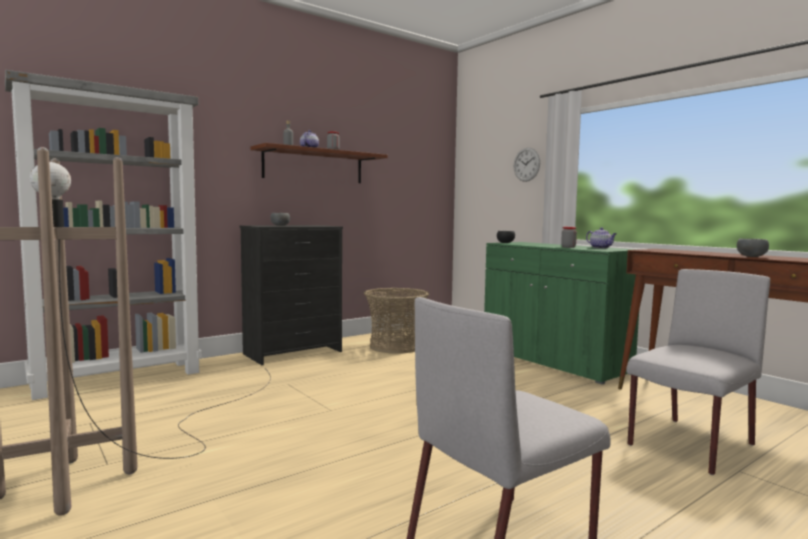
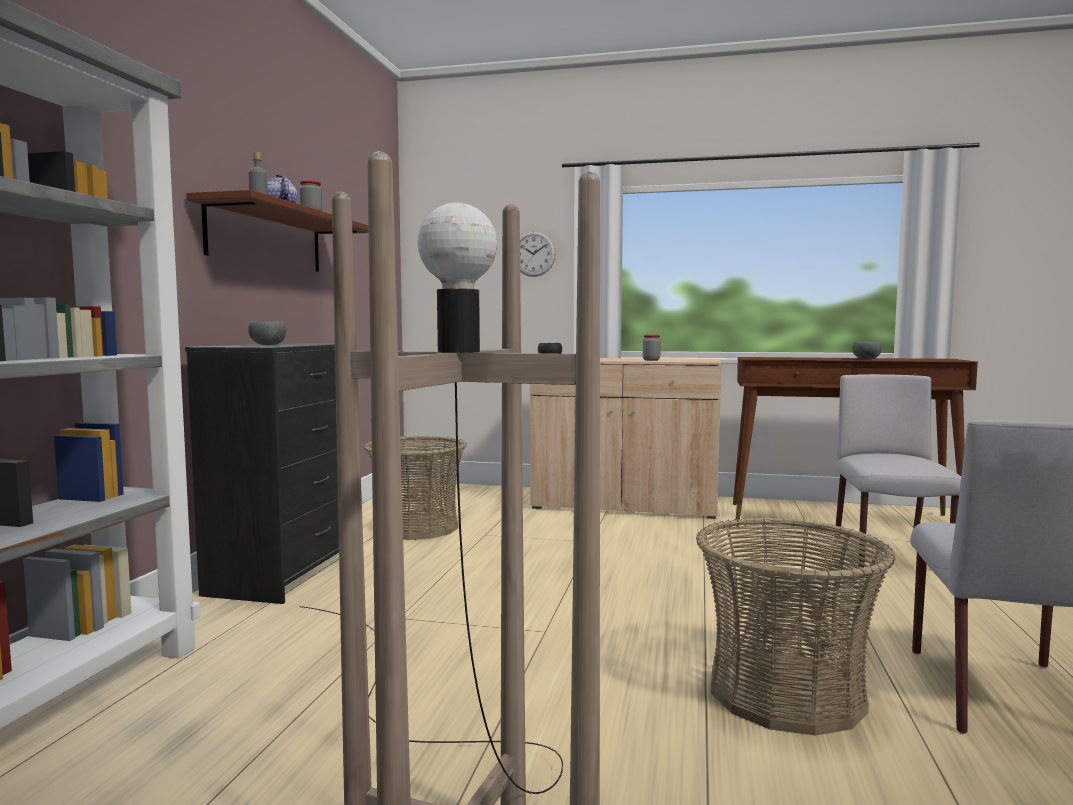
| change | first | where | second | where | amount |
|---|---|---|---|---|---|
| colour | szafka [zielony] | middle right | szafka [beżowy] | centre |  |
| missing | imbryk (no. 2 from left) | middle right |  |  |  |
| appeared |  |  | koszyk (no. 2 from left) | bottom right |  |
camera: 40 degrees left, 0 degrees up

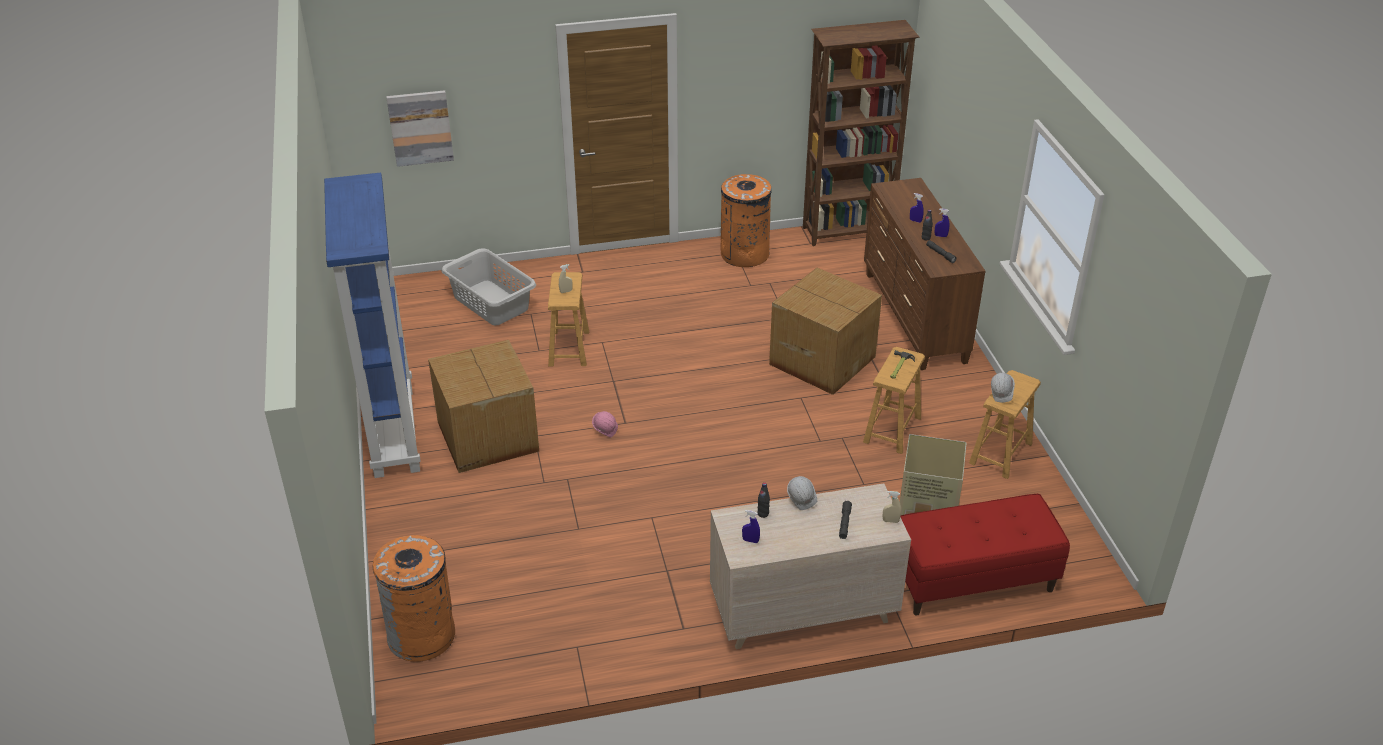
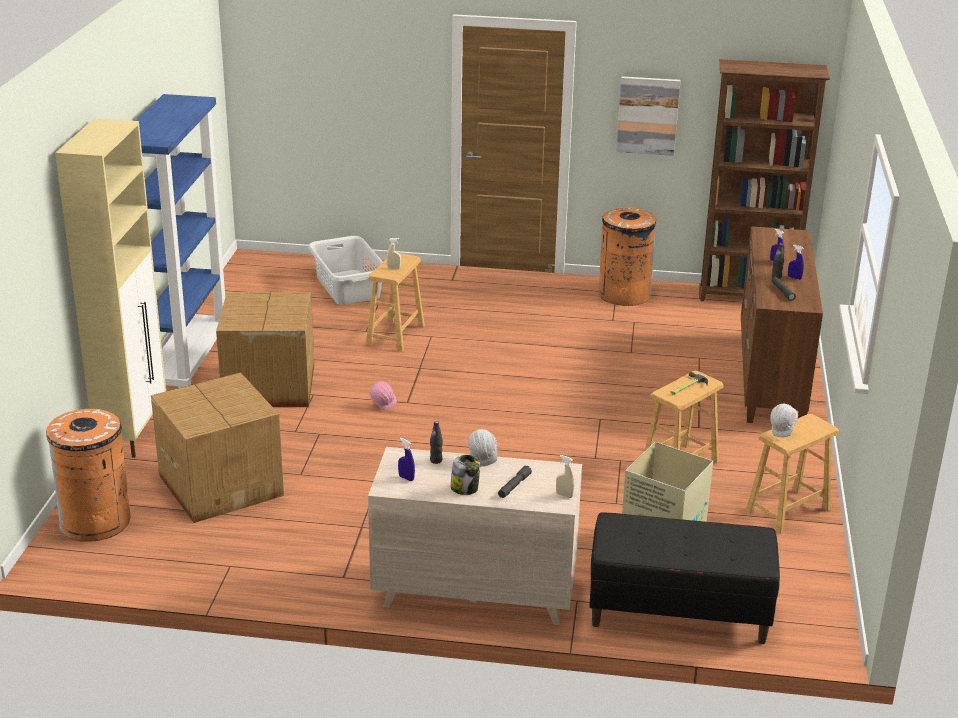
| change | first | where | second | where | amount |
|---|---|---|---|---|---|
| relocated | obraz | top left |  | top right |  |
| relocated | karton (no. 2 from left in the first image) | centre | karton (no. 1 from left) | middle left |  |
| colour | ławka [czerwony] | bottom right | ławka [czarny] | bottom right |  |
| appeared |  |  | szafka [beżowy] | middle left |  |
| appeared |  |  | słoik | centre |  |
camera: 20 degrees right, 10 degrees down

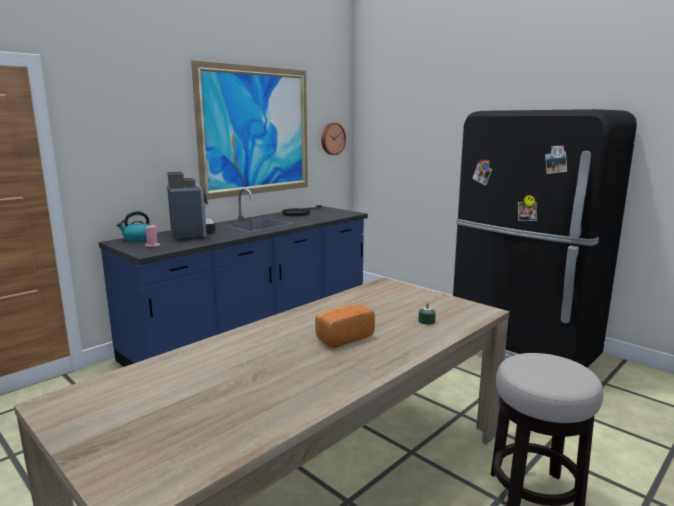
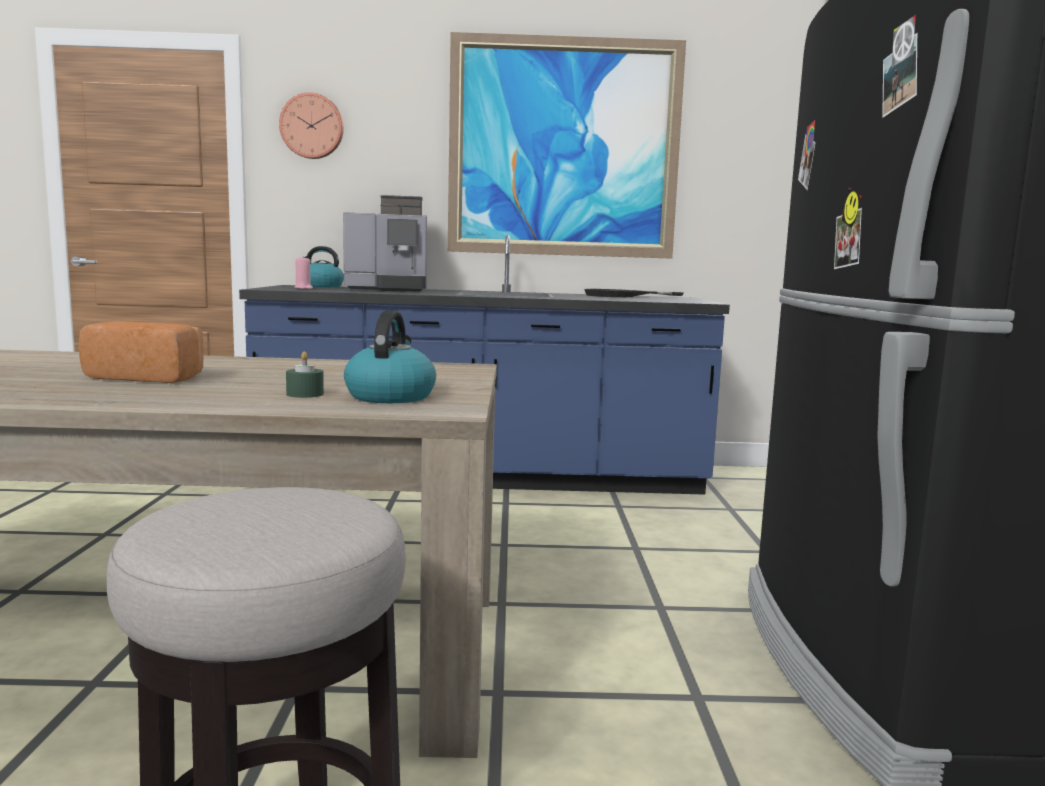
| change | first | where | second | where | amount |
|---|---|---|---|---|---|
| spun | ekspres do kawy | middle left |  | top centre | 60 degrees clockwise |
| relocated | zegar ścienny | top centre |  | top left |  |
| appeared |  |  | czajnik (no. 2 from left) | centre |  |
camera: 45 degrees right, 5 degrees down

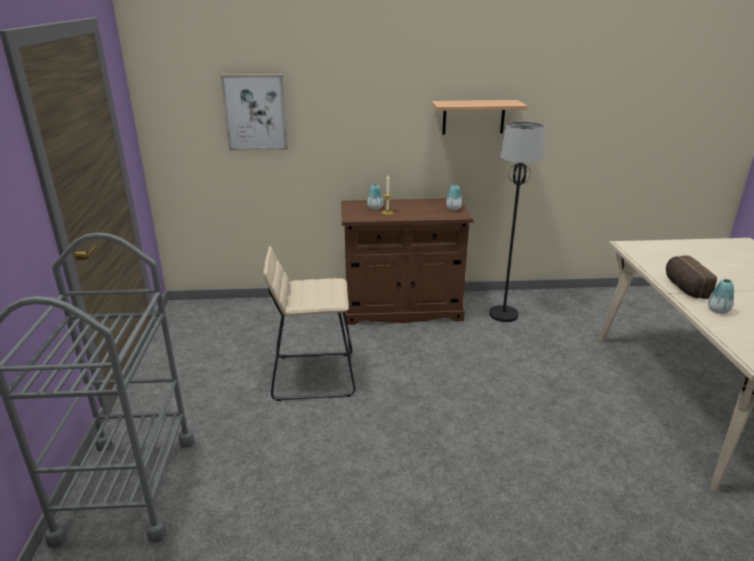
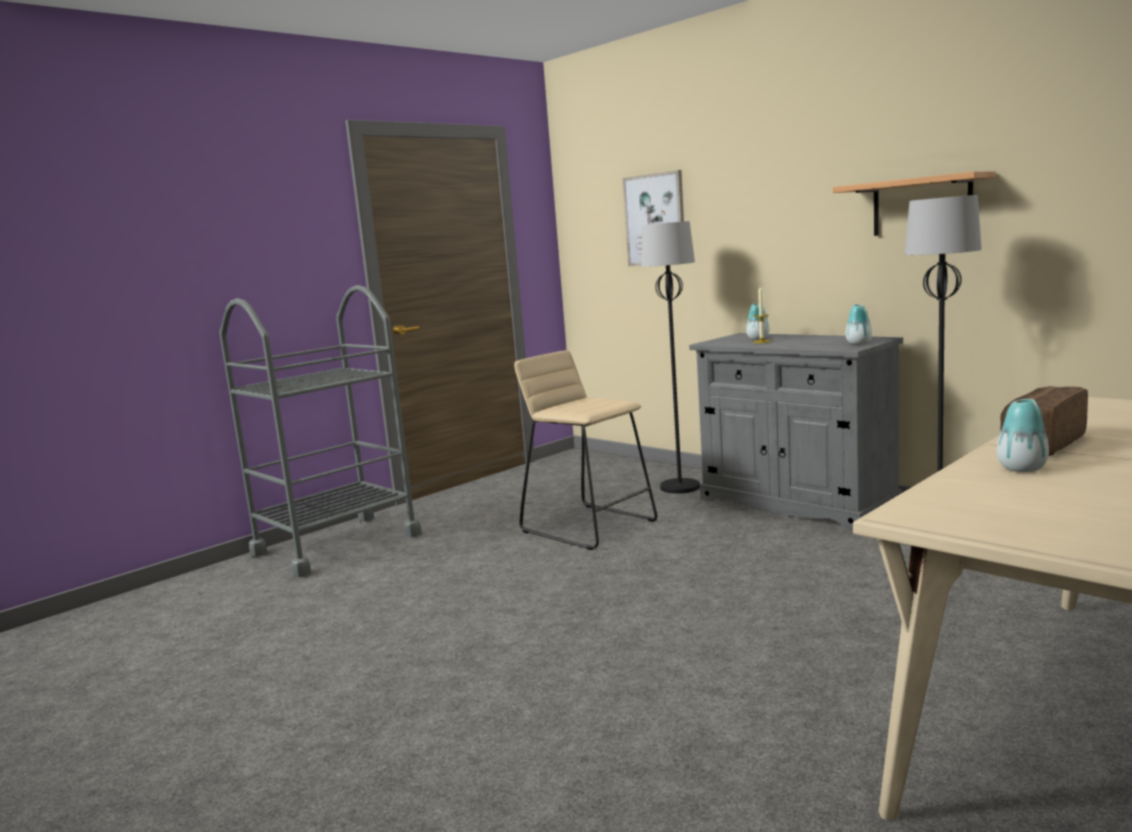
| change | first | where | second | where | amount |
|---|---|---|---|---|---|
| colour | szafka [brązowy] | centre | szafka [szary] | middle right |  |
| appeared |  |  | lampa stojąca [czarny] (no. 1 from left) | centre |  |
camera: 50 degrees right, 15 degrees down

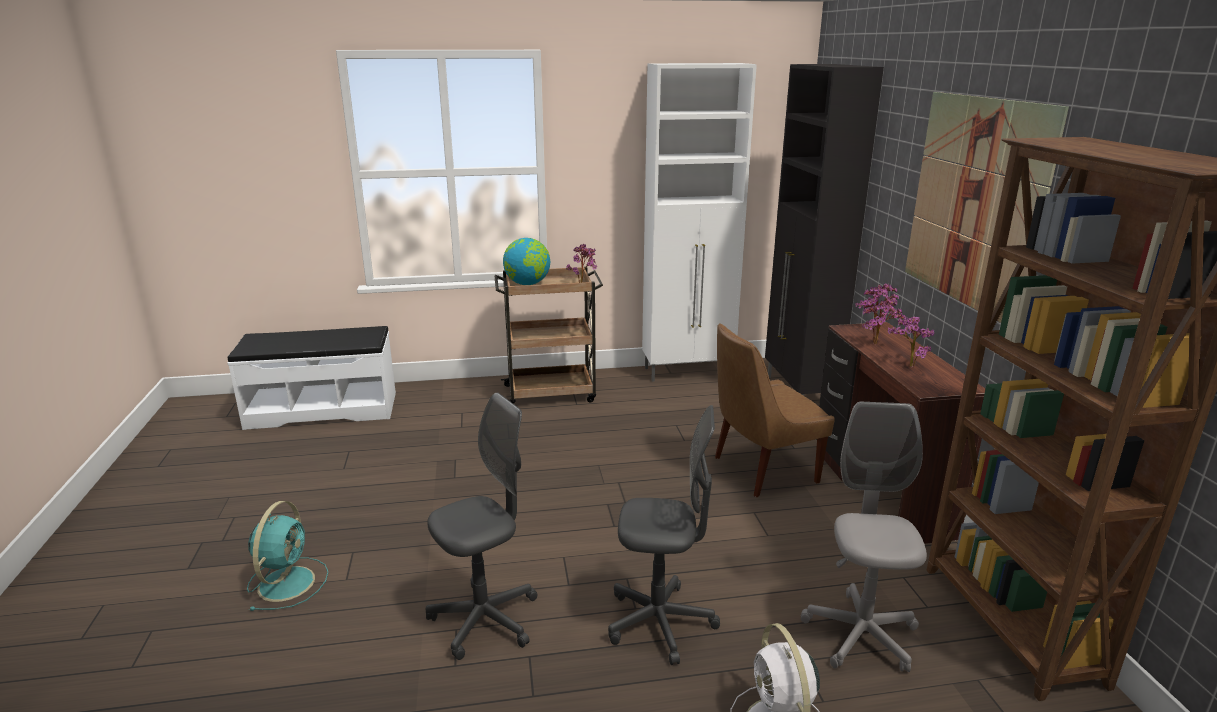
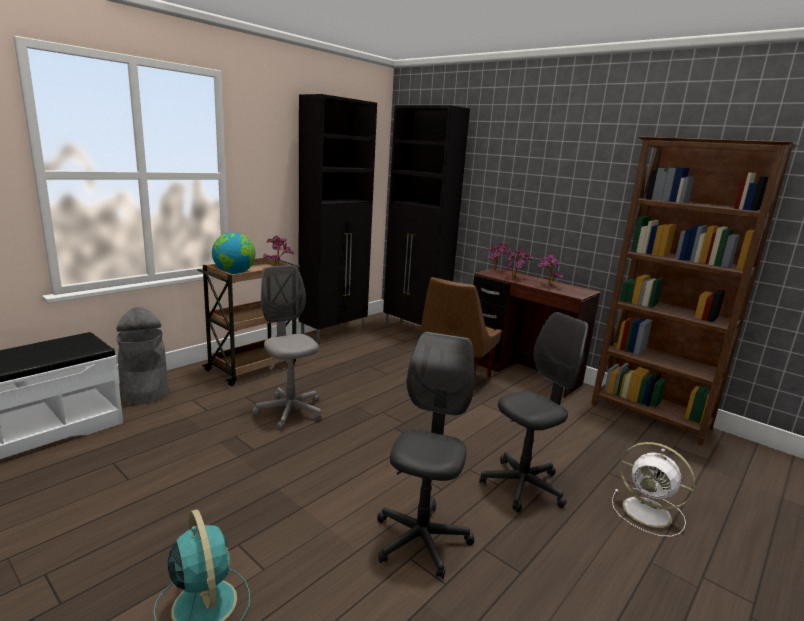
| change | first | where | second | where | amount |
|---|---|---|---|---|---|
| colour | szafka [biały] | top centre | szafka [czarny] (no. 1 from left) | centre |  |
| relocated | krzesło biurowe [szary] (no. 3 from left in the first image) | bottom right | krzesło biurowe [szary] (no. 1 from left) | centre |  |
| missing | obraz | top right |  |  |  |
| appeared |  |  | kosz na śmieci [szary] | middle left |  |
camera: 40 degrees left, 5 degrees down

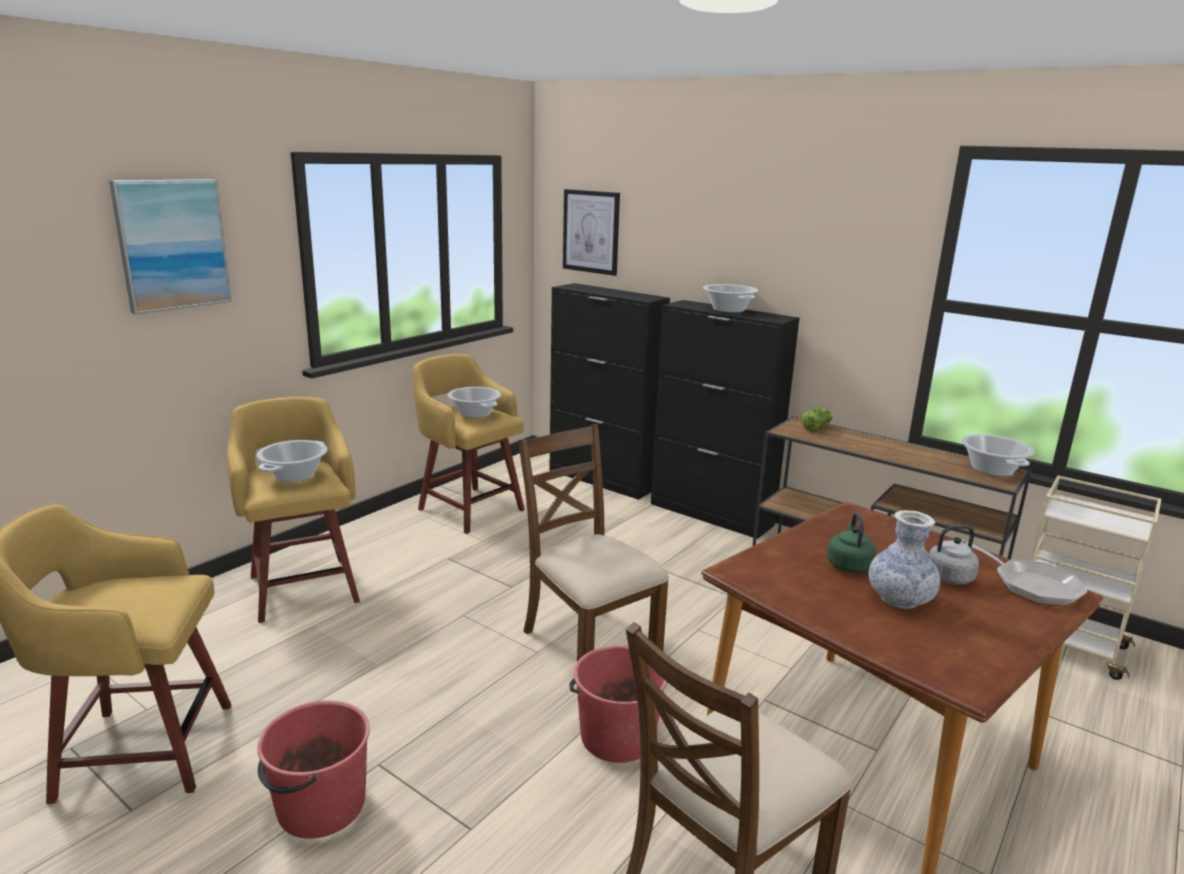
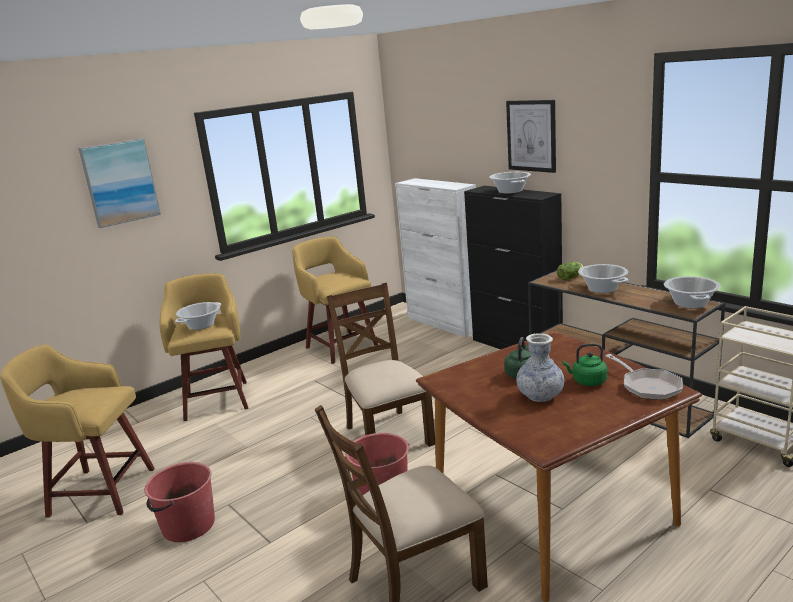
| change | first | where | second | where | amount |
|---|---|---|---|---|---|
| relocated | garnek (no. 2 from left in the first image) | centre | garnek (no. 3 from left) | middle right |  |
| colour | szafka [czarny] (no. 1 from left) | centre | szafka [biały] | centre |  |
| relocated | obraz (no. 2 from left) | top centre |  | top right |  |
| colour | czajnik [szary] | middle right | czajnik [zielony] (no. 2 from left) | middle right |  |
camera: 15 degrees right, 0 degrees up

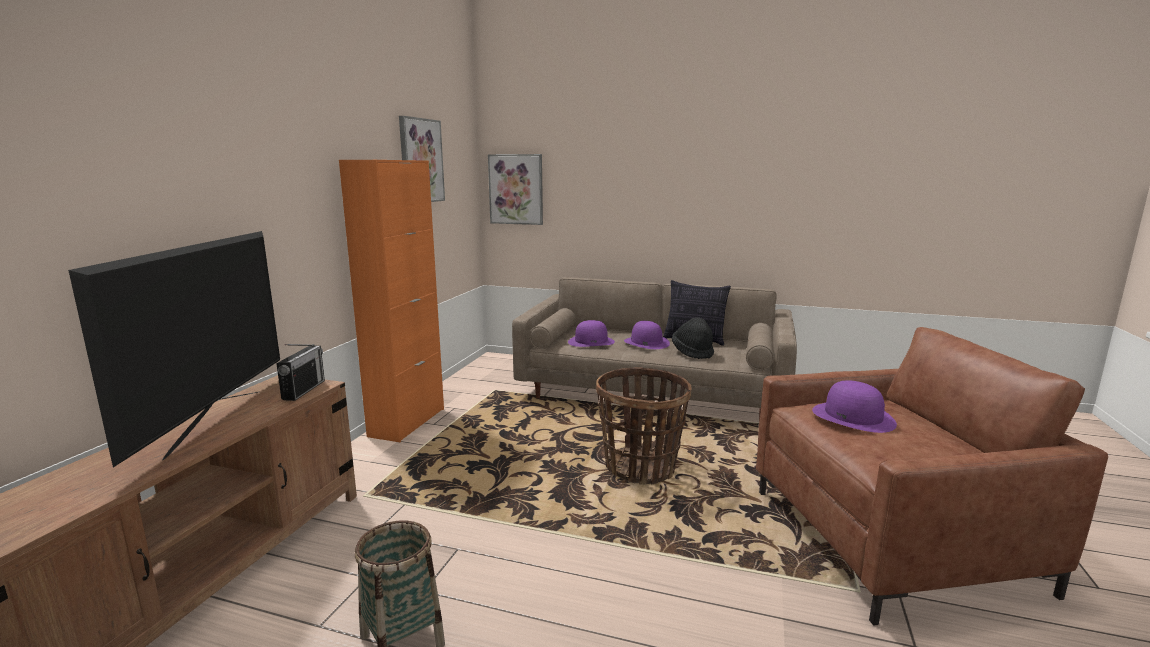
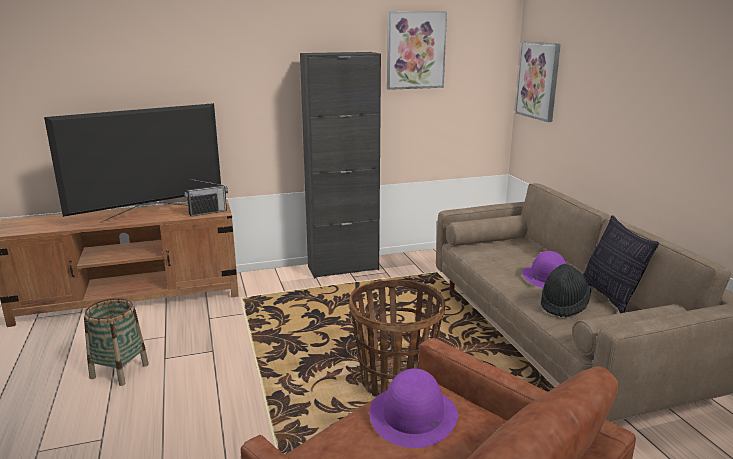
| change | first | where | second | where | amount |
|---|---|---|---|---|---|
| colour | szafka [pomarańczowy] | centre | szafka [czarny] | centre |  |
| missing | kapelusz [fioletowy] (no. 1 from left) | centre |  |  |  |
camera: 55 degrees right, 5 degrees up

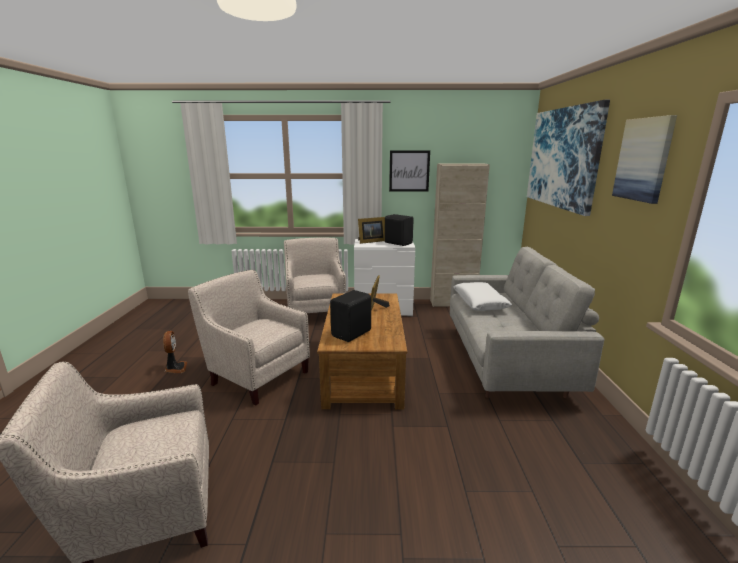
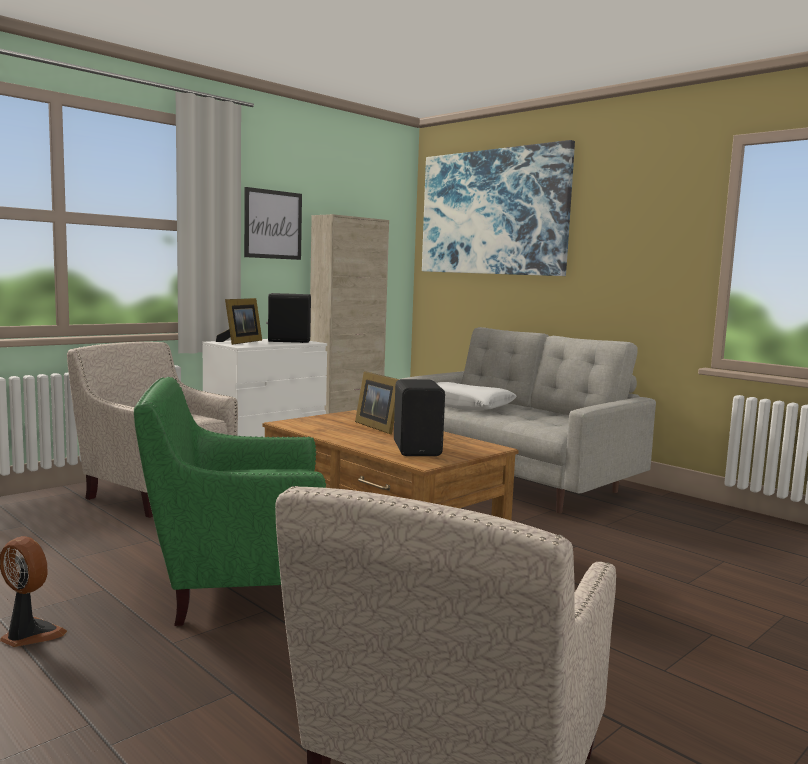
| change | first | where | second | where | amount |
|---|---|---|---|---|---|
| colour | fotel [beżowy] (no. 2 from left) | centre | fotel [zielony] | middle left |  |
| missing | obraz (no. 3 from left) | top right |  |  |  |
camera: 45 degrees left, 10 degrees down

